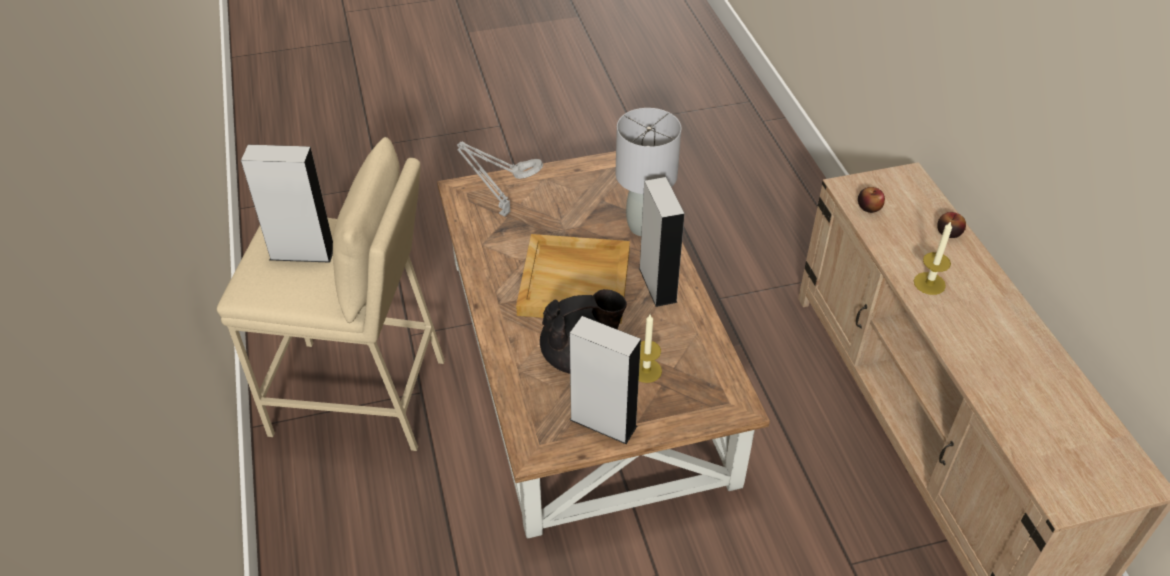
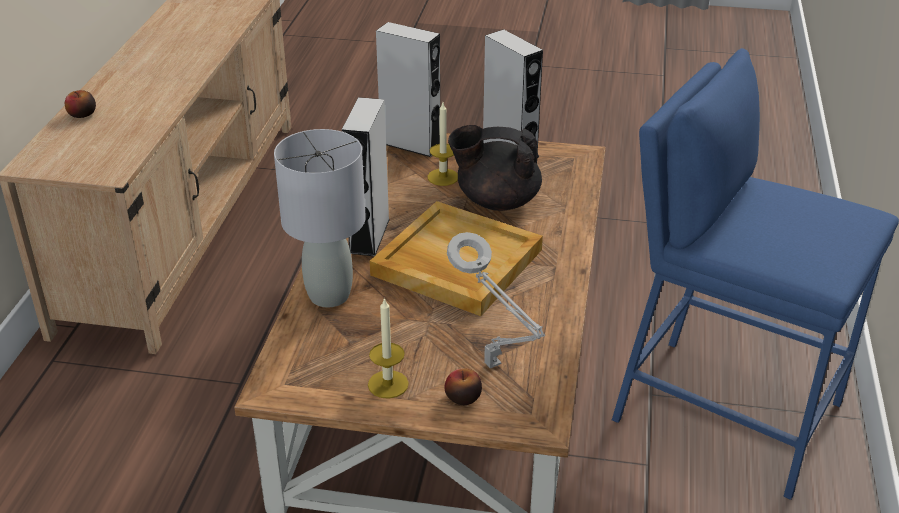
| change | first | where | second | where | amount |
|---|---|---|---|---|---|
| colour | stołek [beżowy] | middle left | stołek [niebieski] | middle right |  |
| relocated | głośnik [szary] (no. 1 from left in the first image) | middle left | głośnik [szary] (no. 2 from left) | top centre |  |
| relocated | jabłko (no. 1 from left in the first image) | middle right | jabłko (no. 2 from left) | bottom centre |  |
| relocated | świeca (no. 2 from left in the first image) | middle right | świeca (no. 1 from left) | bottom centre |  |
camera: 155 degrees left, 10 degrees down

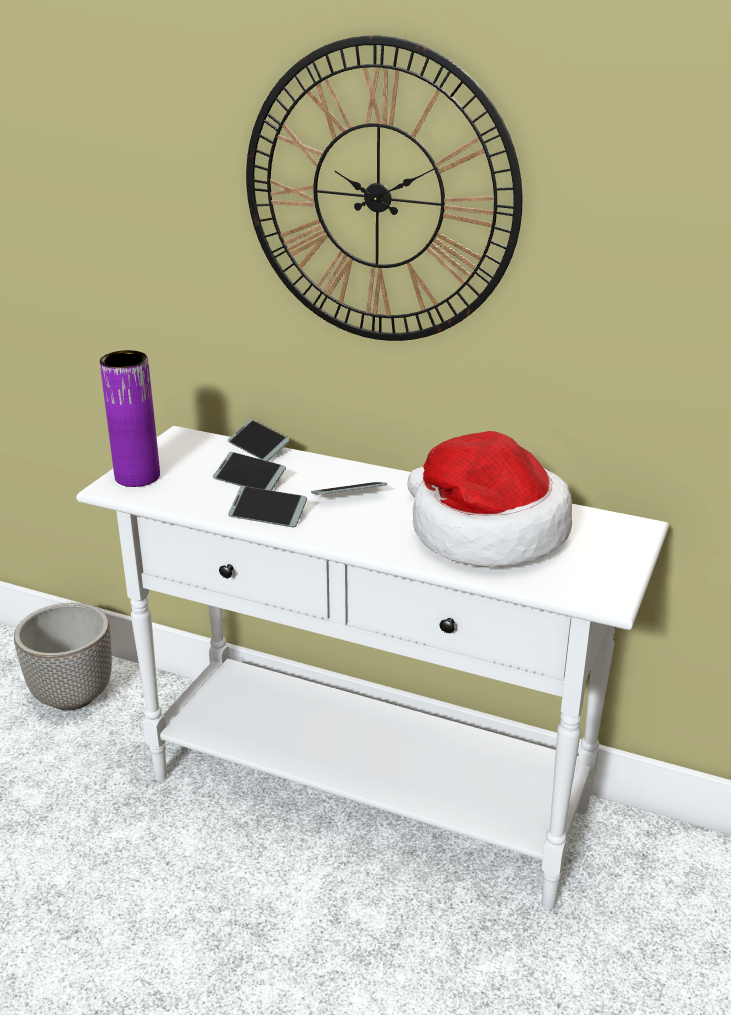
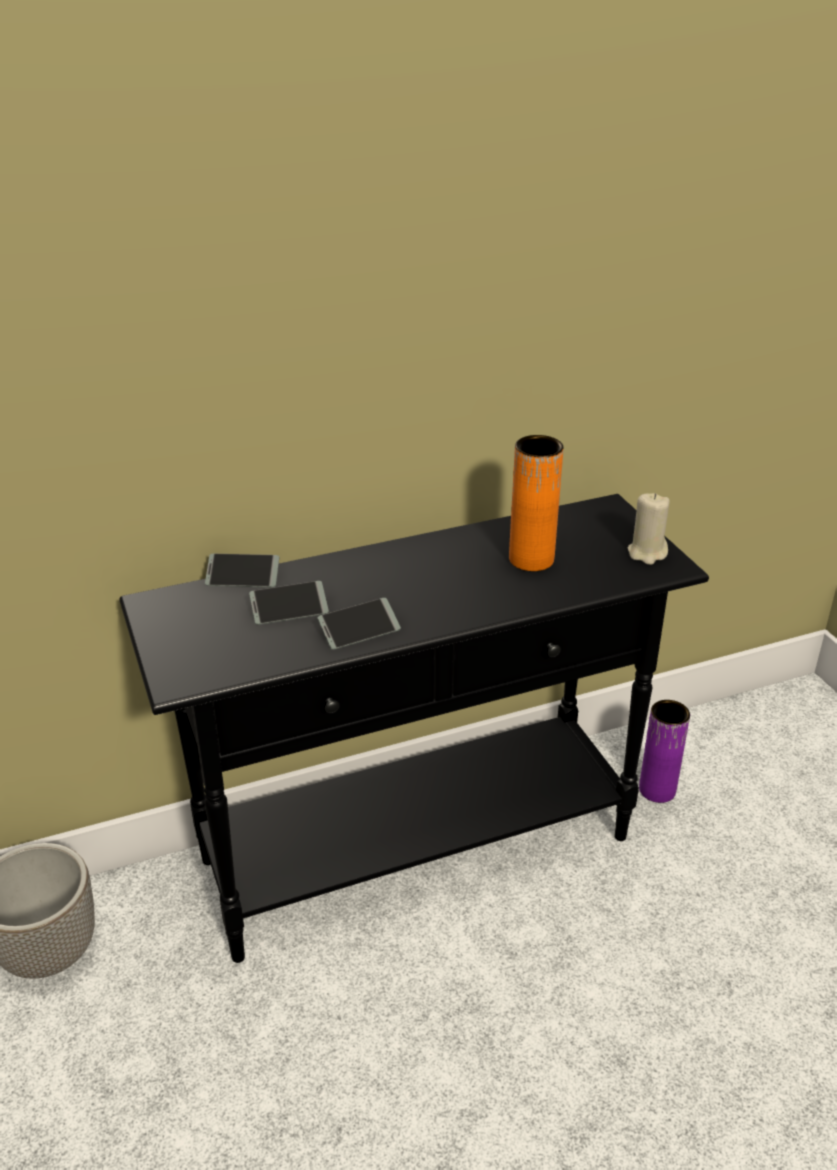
| change | first | where | second | where | amount |
|---|---|---|---|---|---|
| colour | stolik konsolowy [biały] | centre | stolik konsolowy [czarny] | centre |  |
| relocated | wazon [fioletowy] | middle left |  | middle right |  |
| missing | zegar ścienny | top centre |  |  |  |
| missing | telefon (no. 4 from left) | centre |  |  |  |
| exchanged | kapelusz | middle right | wazon [pomarańczowy] | centre |  |
| appeared |  |  | świeca [beżowy] | middle right |  |
camera: 45 degrees left, 5 degrees up

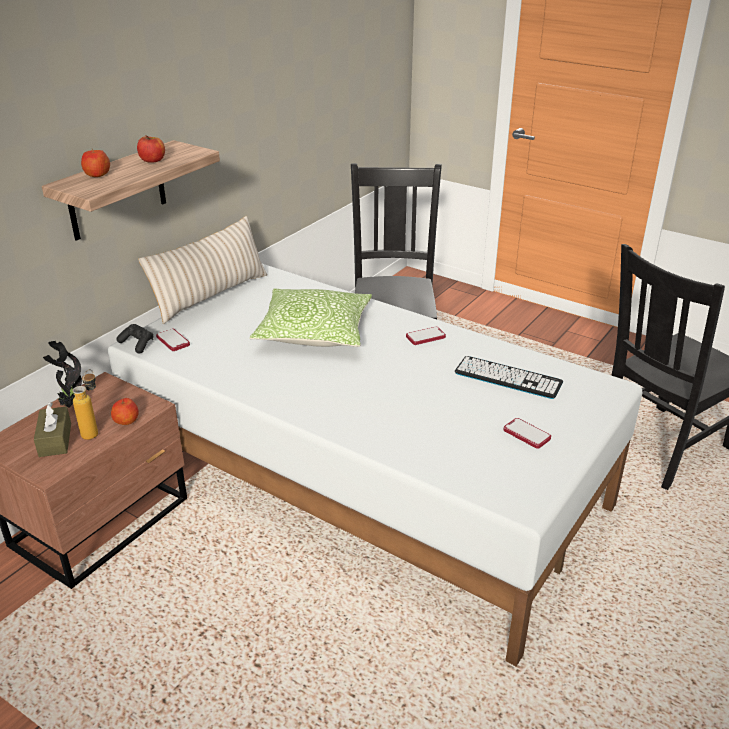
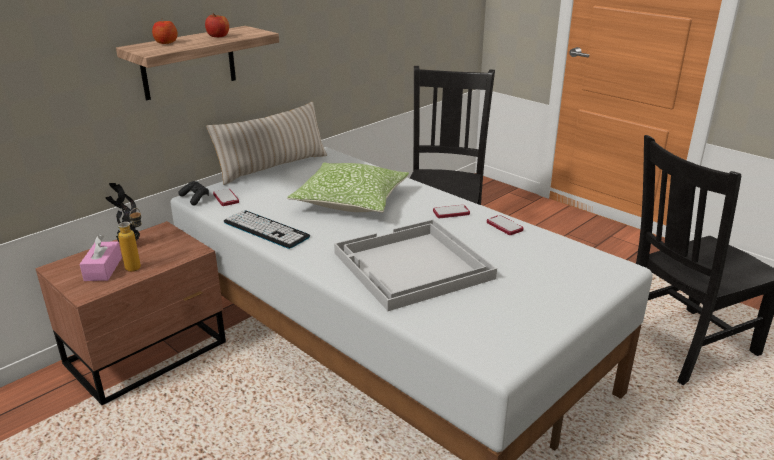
| change | first | where | second | where | amount |
|---|---|---|---|---|---|
| colour | pudełko chusteczek [brązowy] | middle left | pudełko chusteczek [różowy] | middle left |  |
| missing | jabłko (no. 2 from left) | middle left |  |  |  |
| relocated | klawiatura | middle right |  | centre |  |
| relocated | telefon (no. 3 from left) | middle right |  | centre |  |
| appeared |  |  | taca [biały] | centre |  |
camera: 10 degrees right, 5 degrees down

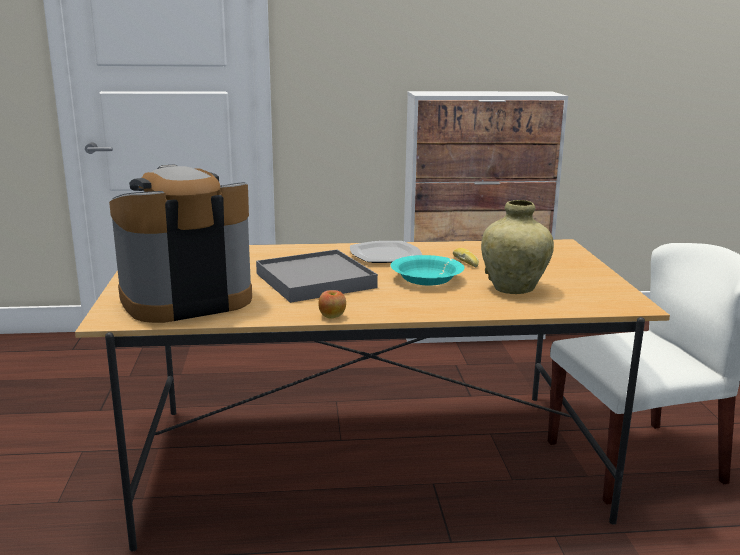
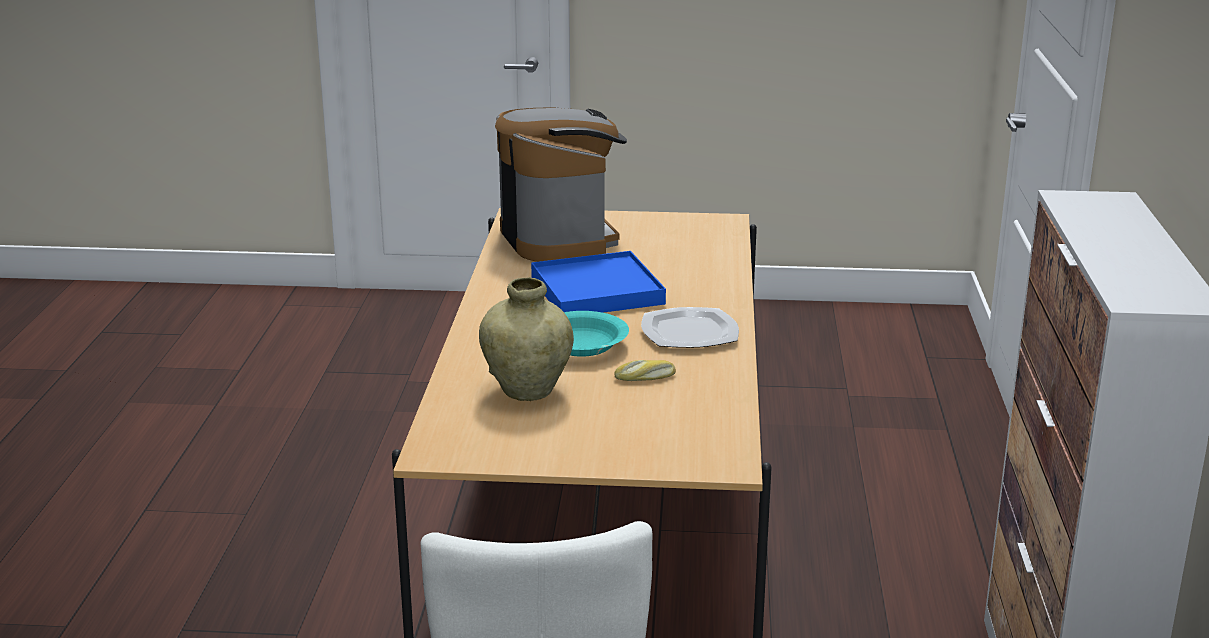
| change | first | where | second | where | amount |
|---|---|---|---|---|---|
| colour | taca [szary] | centre | taca [niebieski] | centre |  |
| missing | jabłko | centre |  |  |  |
camera: 100 degrees right, 5 degrees up

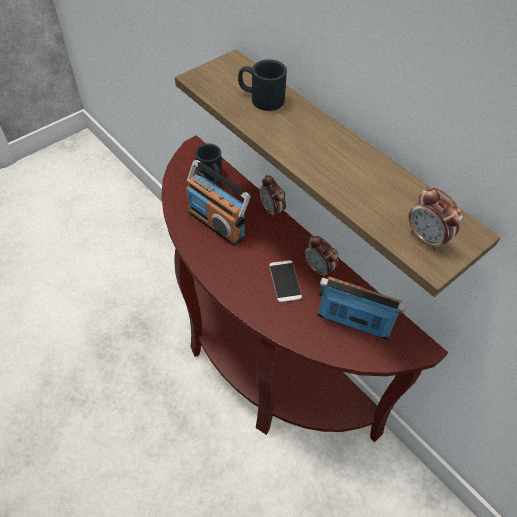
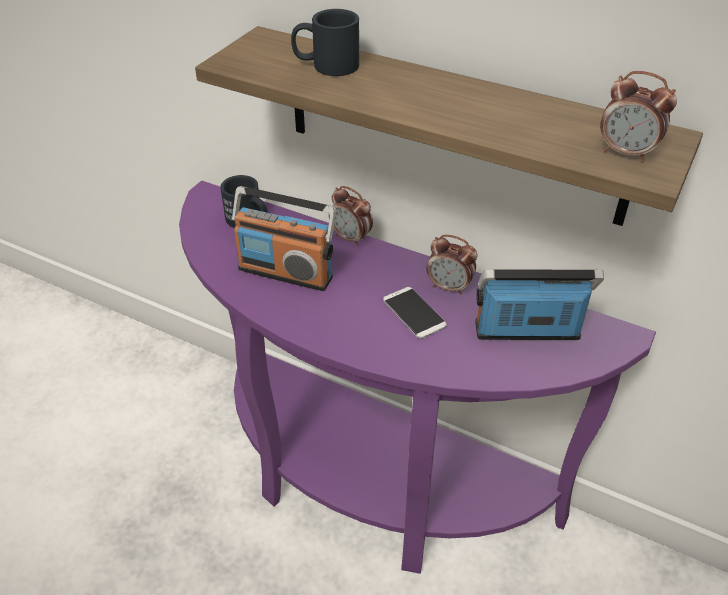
| change | first | where | second | where | amount |
|---|---|---|---|---|---|
| colour | stolik konsolowy [brązowy] | centre | stolik konsolowy [fioletowy] | centre |  |
camera: 20 degrees left, 10 degrees down

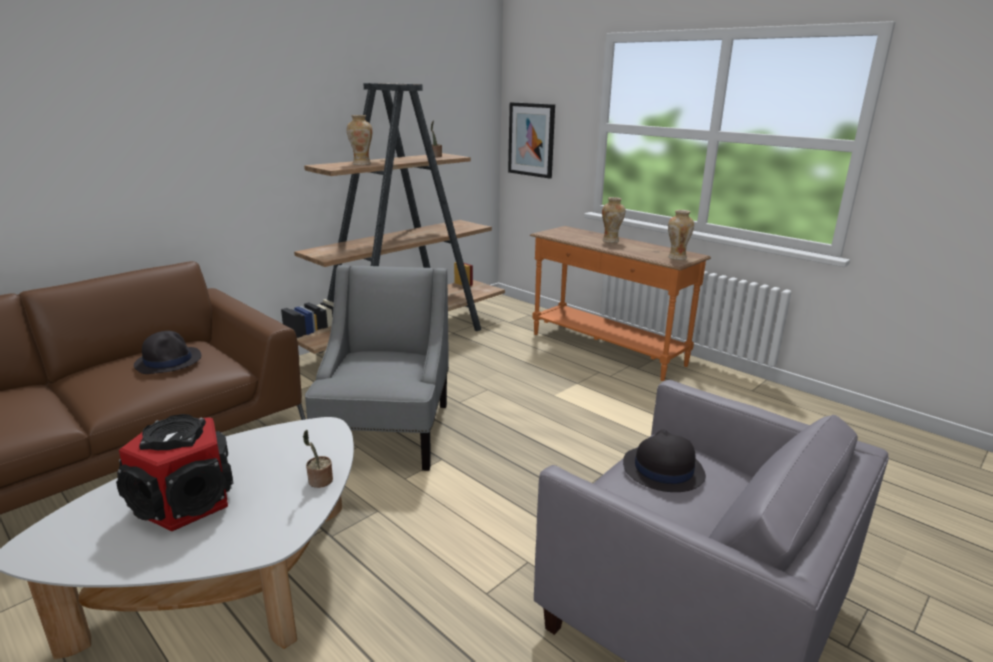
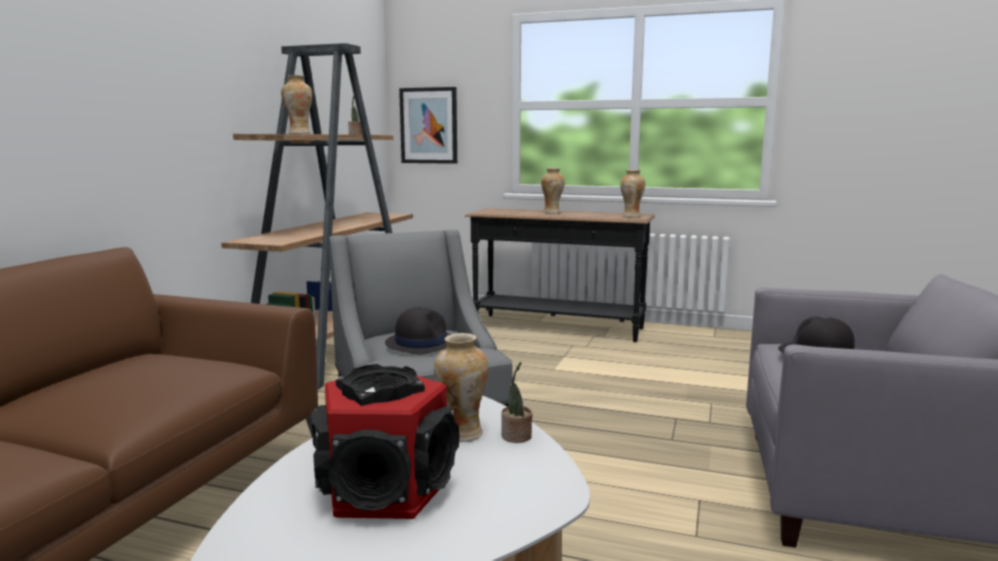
| change | first | where | second | where | amount |
|---|---|---|---|---|---|
| relocated | kapelusz [czarny] (no. 1 from left) | middle left |  | centre |  |
| colour | stolik konsolowy [pomarańczowy] | centre | stolik konsolowy [czarny] | centre |  |
| appeared |  |  | wazon (no. 2 from left) | bottom centre |  |
camera: 25 degrees left, 10 degrees down

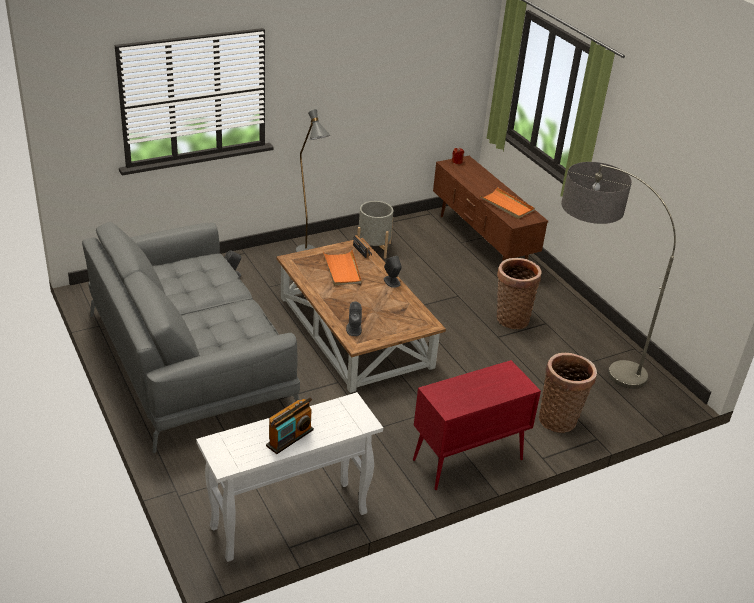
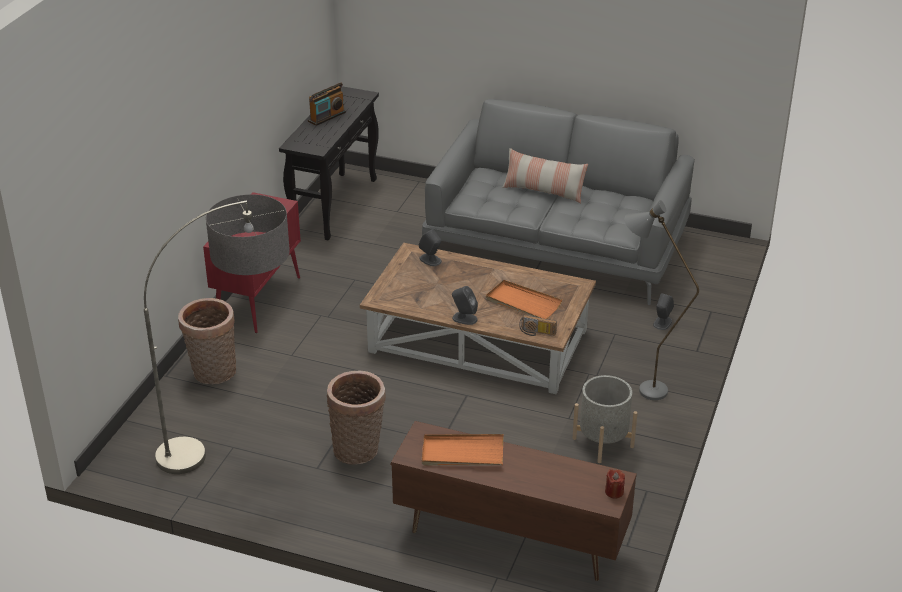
| change | first | where | second | where | amount |
|---|---|---|---|---|---|
| colour | stolik konsolowy [biały] | bottom centre | stolik konsolowy [czarny] | top centre |  |
| spun | radio (no. 1 from left) | bottom centre |  | top centre | 135 degrees counterclockwise |
| appeared |  |  | poduszka | top centre |  |
camera: 140 degrees right, 0 degrees up

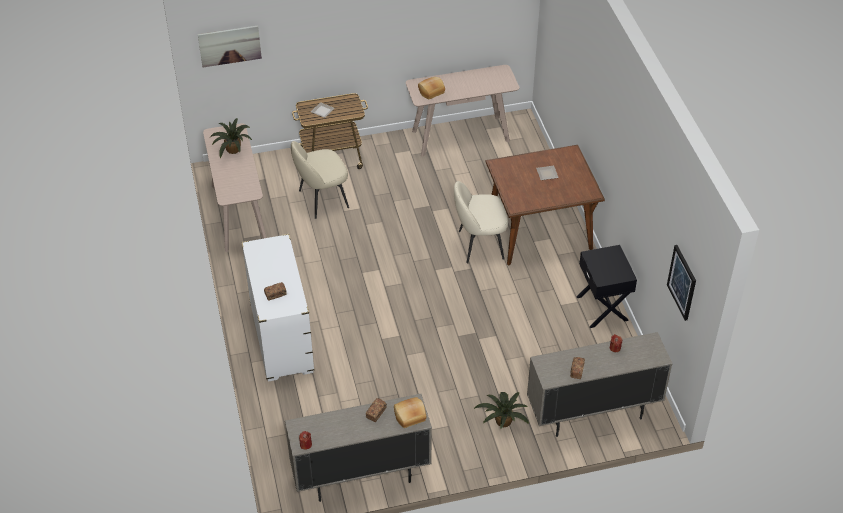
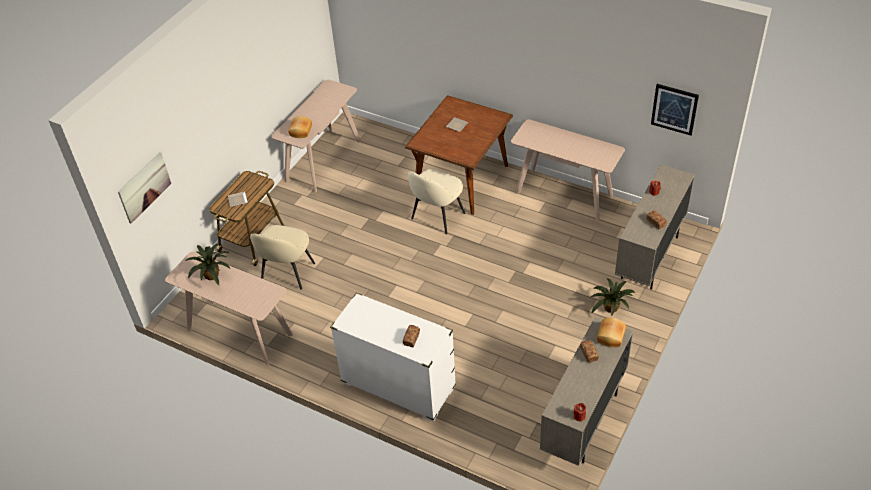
| change | first | where | second | where | amount |
|---|---|---|---|---|---|
| exchanged | szafka nocna [czarny] | middle right | stolik konsolowy [beżowy] (no. 3 from left) | centre |  |
camera: 45 degrees left, 0 degrees up

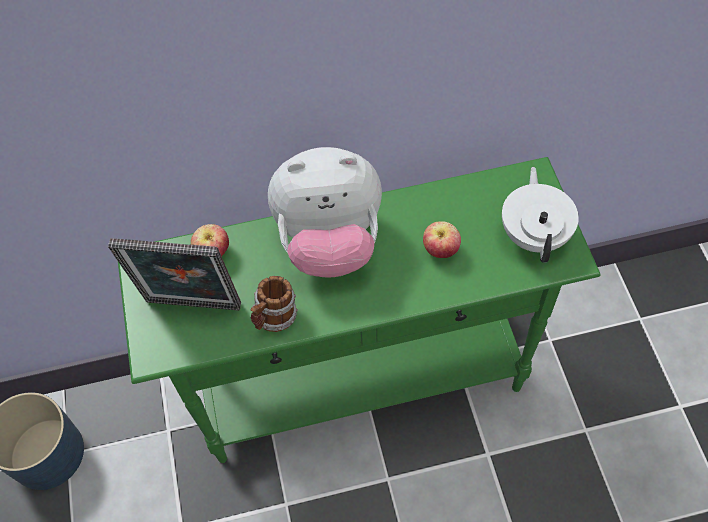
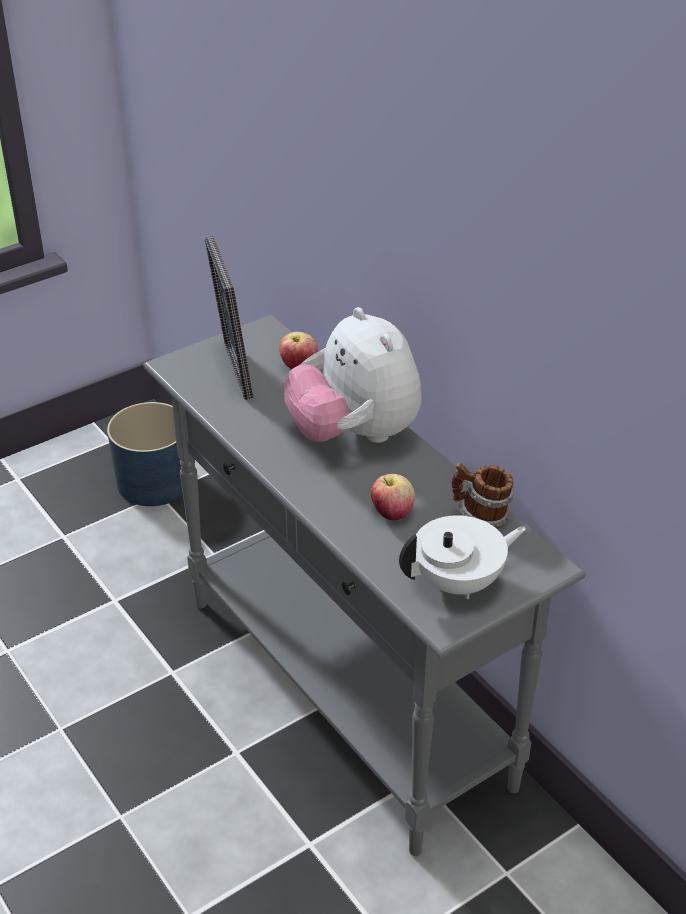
| change | first | where | second | where | amount |
|---|---|---|---|---|---|
| colour | stolik konsolowy [zielony] | centre | stolik konsolowy [szary] | centre |  |
| relocated | kubek | centre |  | middle right |  |
camera: 65 degrees right, 20 degrees down

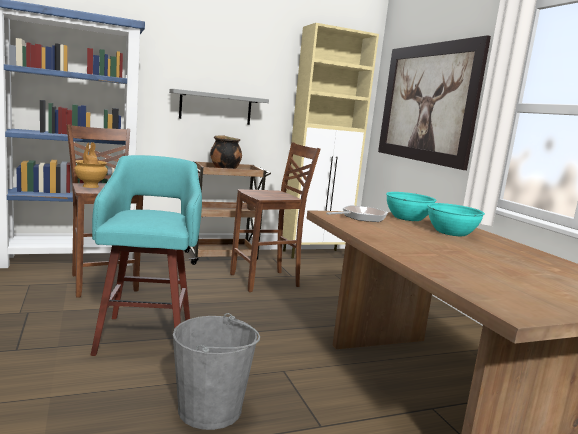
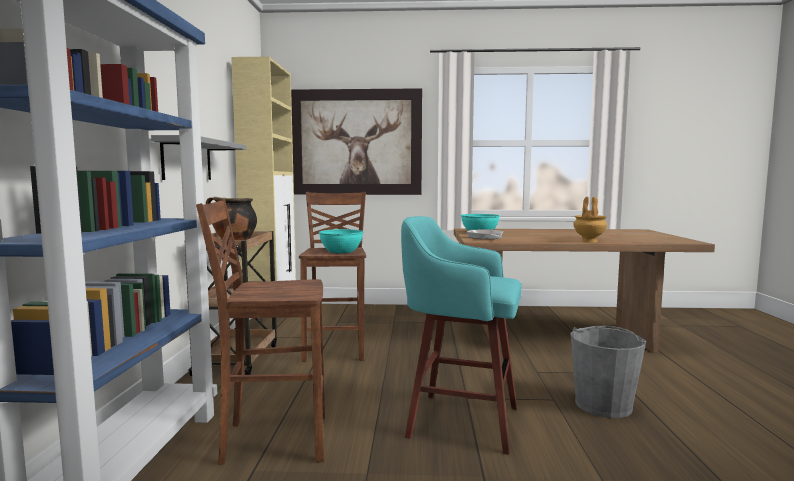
| change | first | where | second | where | amount |
|---|---|---|---|---|---|
| relocated | wazon [brązowy] | middle left |  | middle right |  |
| relocated | miska [turkusowy] (no. 2 from left in the first image) | middle right | miska [turkusowy] (no. 1 from left) | centre |  |
camera: 65 degrees left, 5 degrees down

